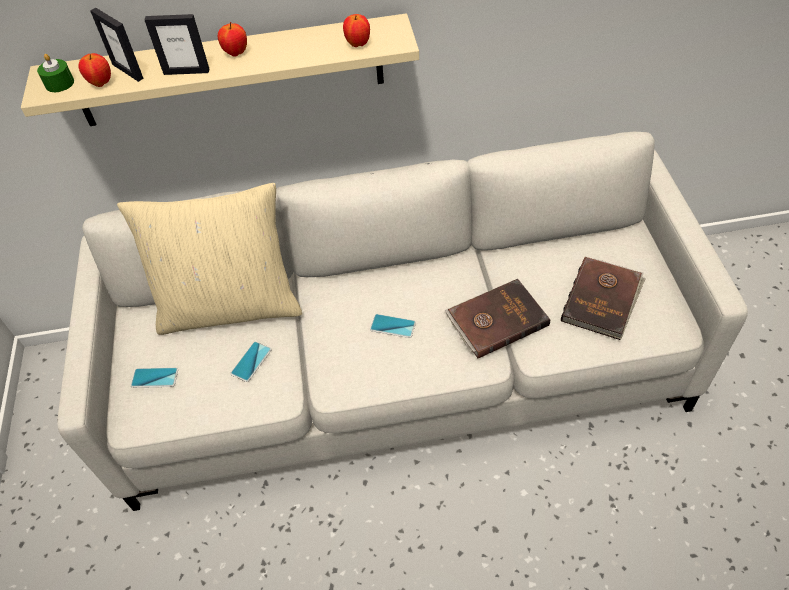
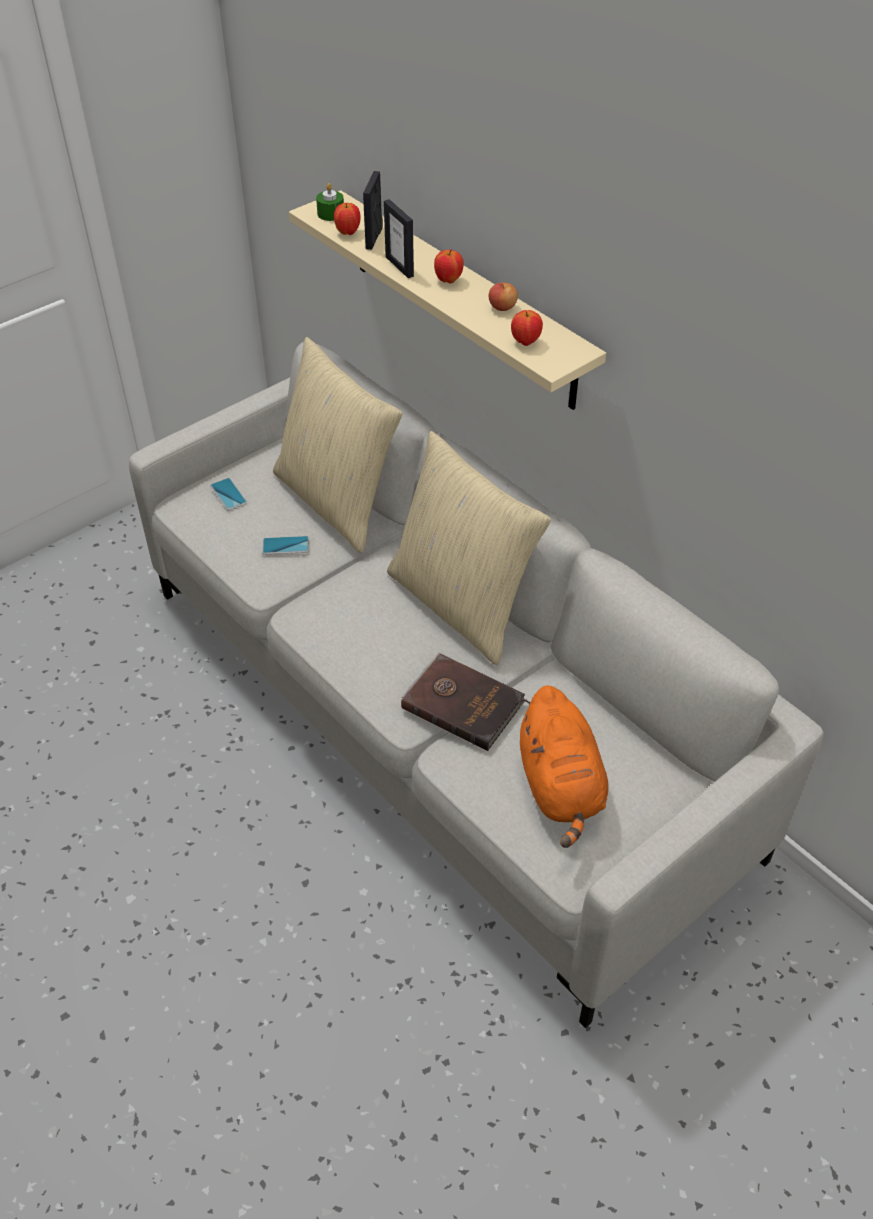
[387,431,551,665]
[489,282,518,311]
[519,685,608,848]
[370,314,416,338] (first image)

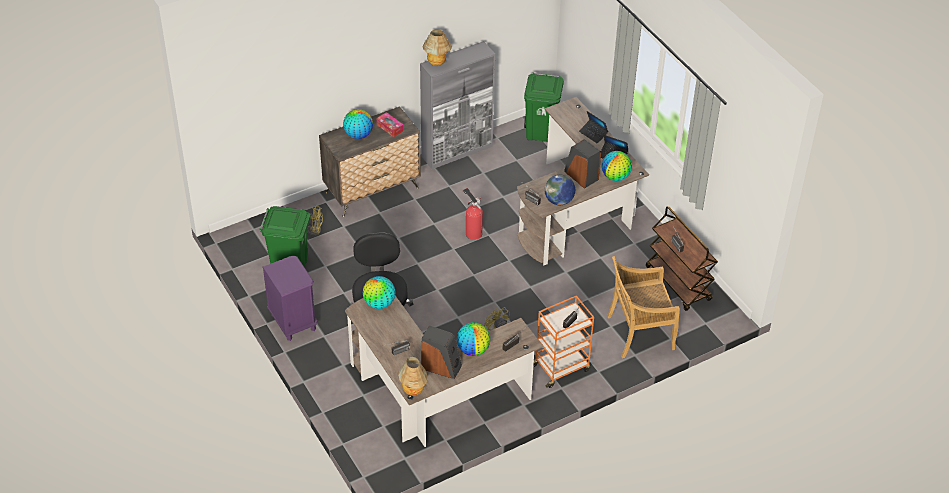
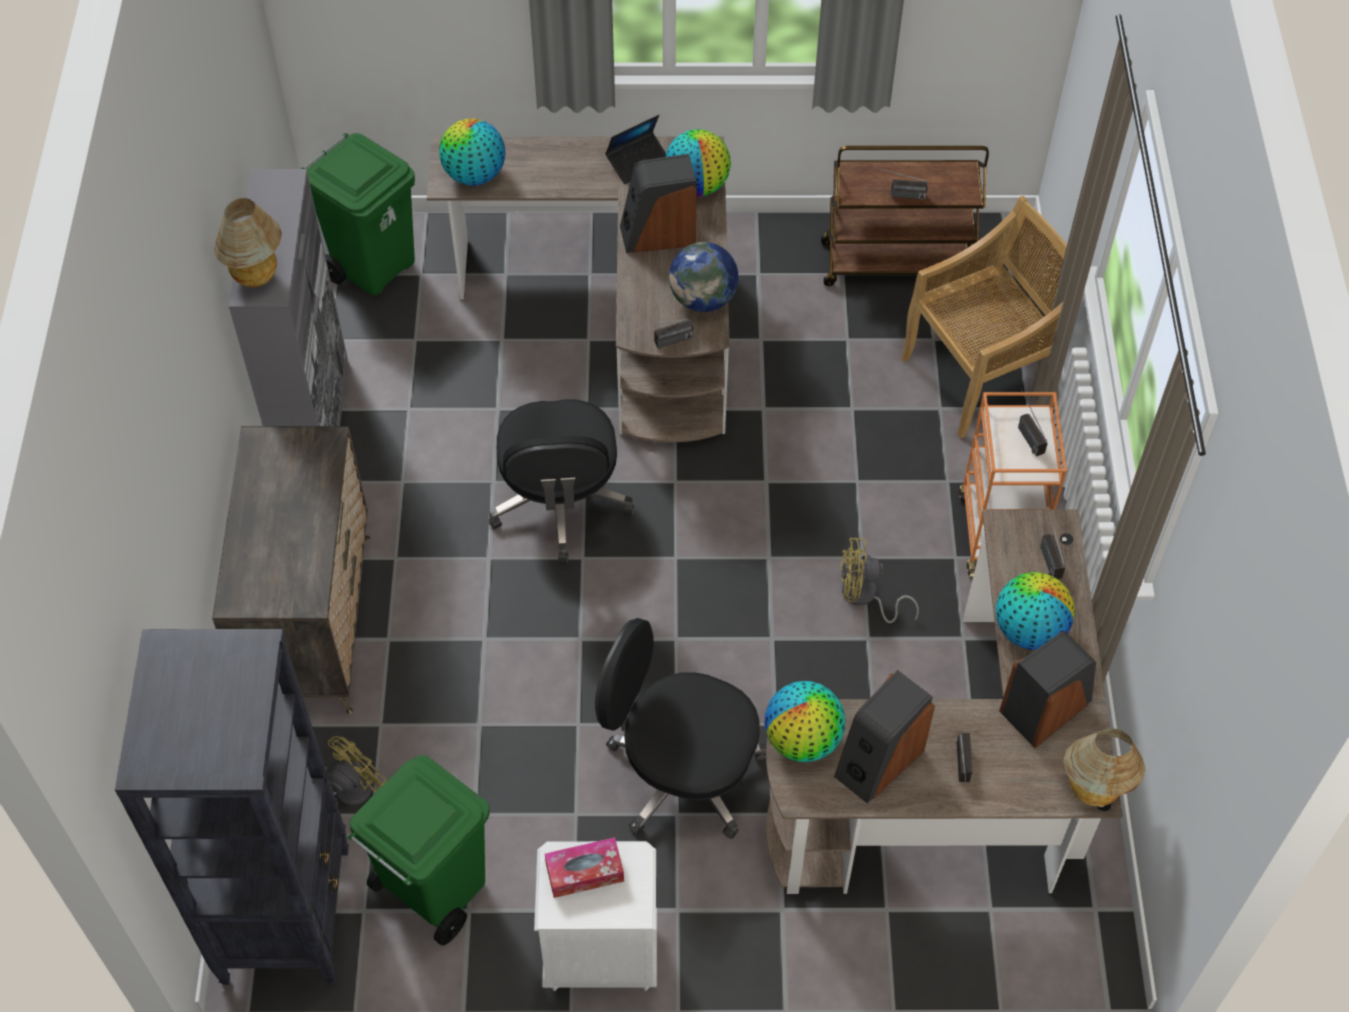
[115,629,349,985]
[439,118,505,186]
[488,399,635,565]
[534,841,657,991]
[545,837,624,898]
[834,670,935,804]
[901,196,1084,439]
[579,111,608,143] (first image)

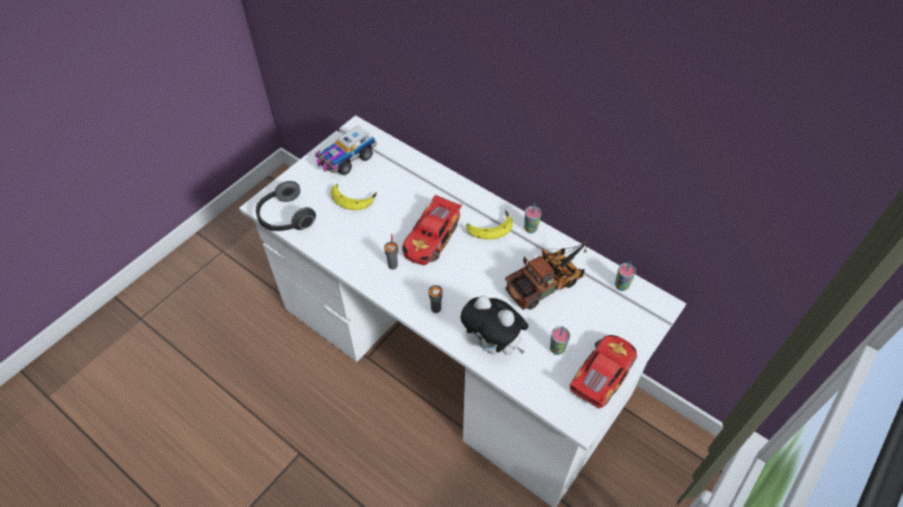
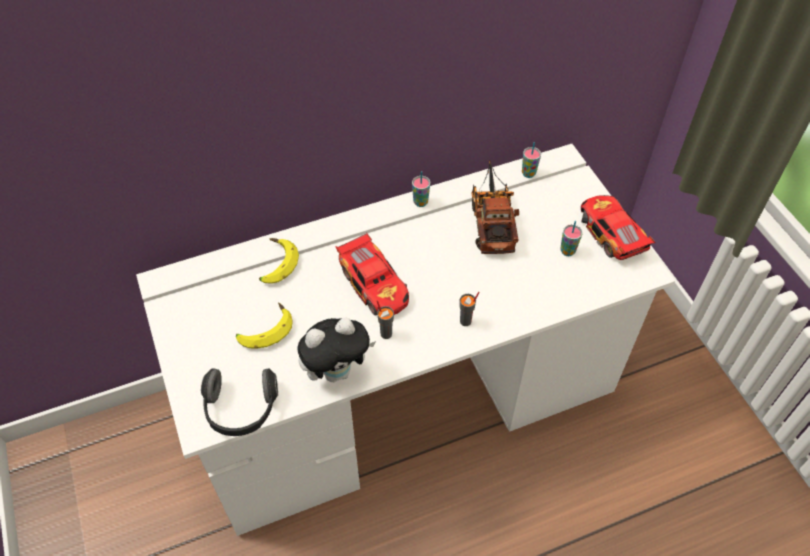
[259,238,299,283]
[298,317,376,382]
[315,125,377,175] (first image)

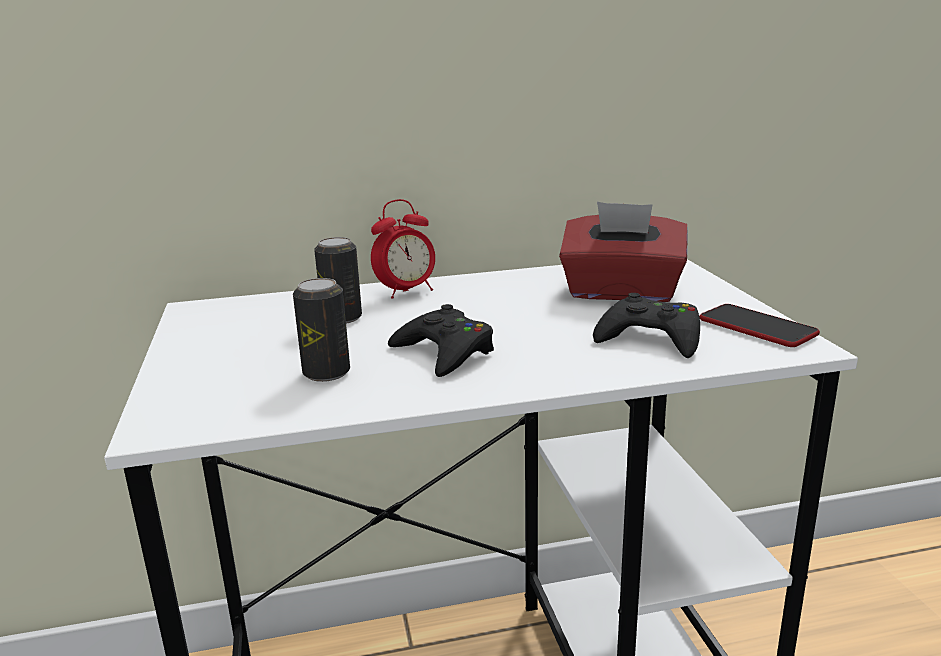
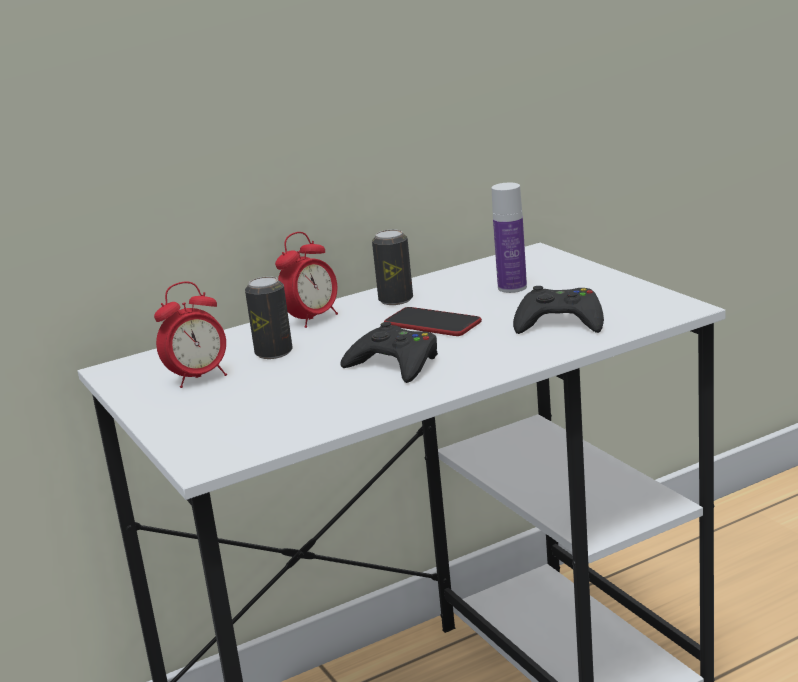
[154,282,227,388]
[372,229,413,305]
[384,307,482,336]
[492,183,527,293]

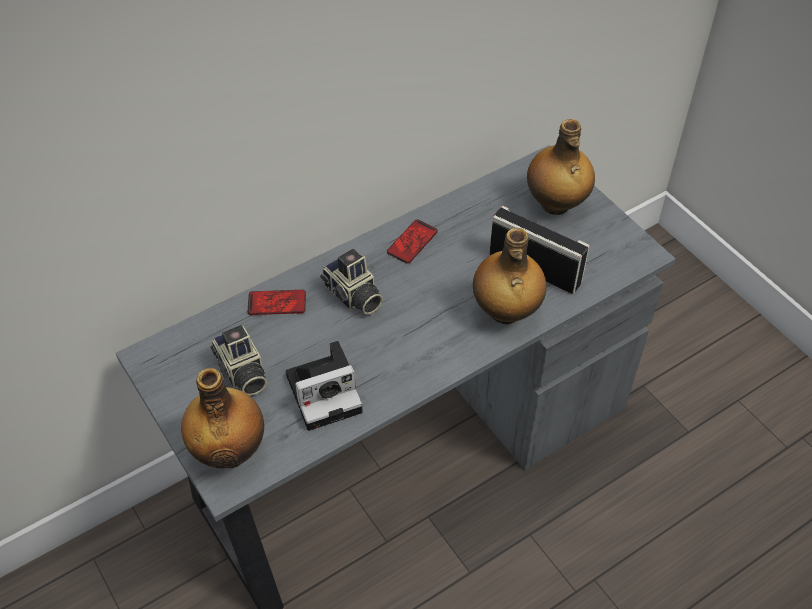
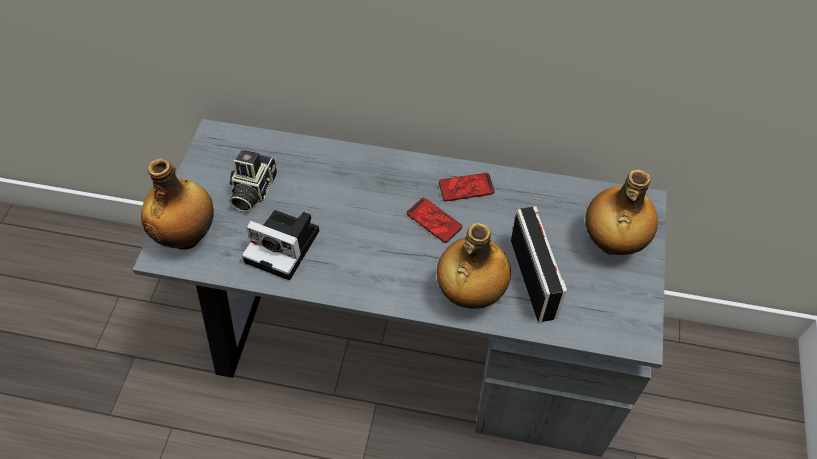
[407,198,462,243]
[320,249,383,315] (first image)

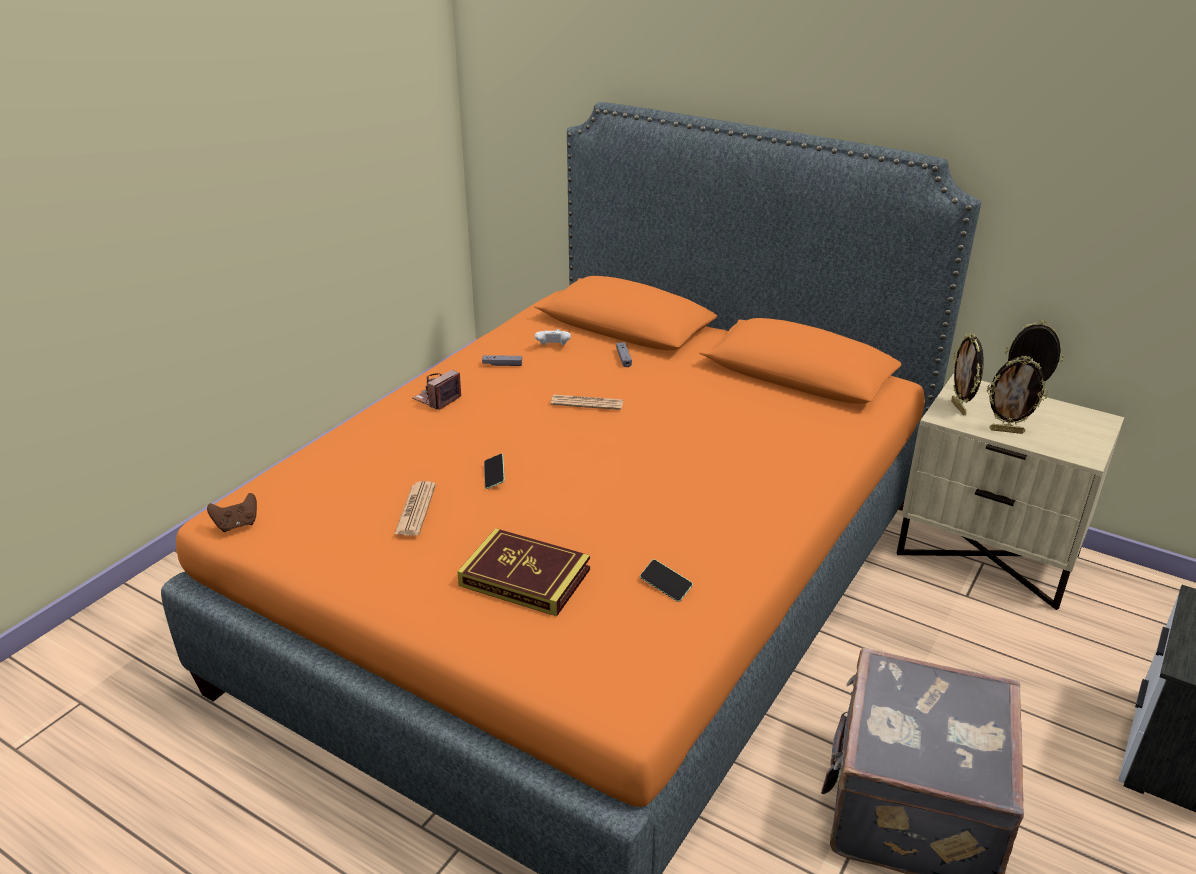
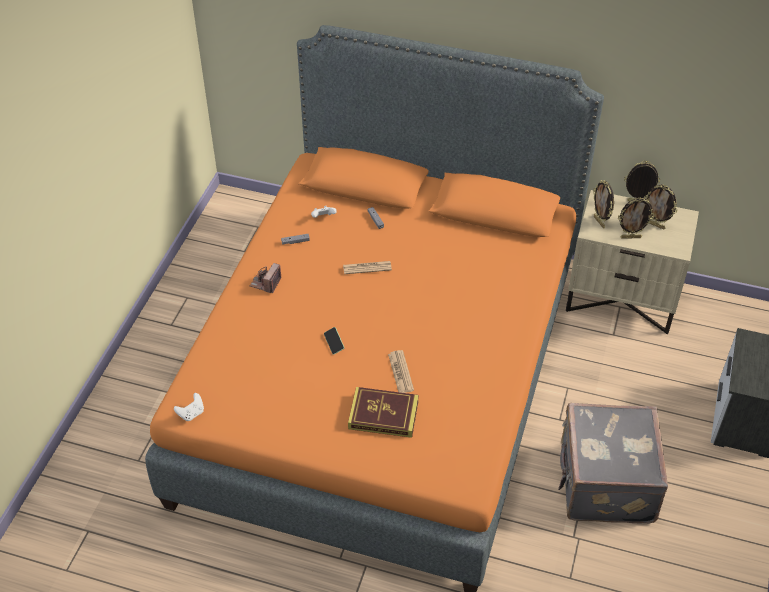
[174,393,204,421]
[388,350,414,393]
[644,185,678,230]
[640,559,693,602] (first image)

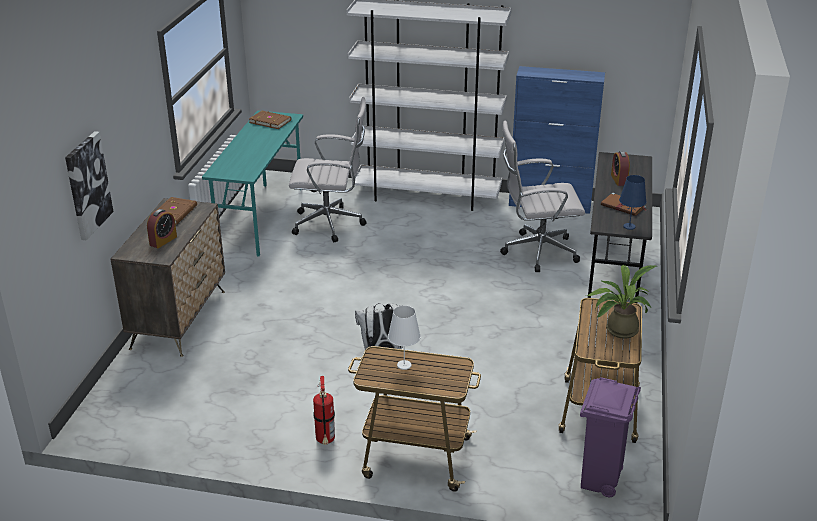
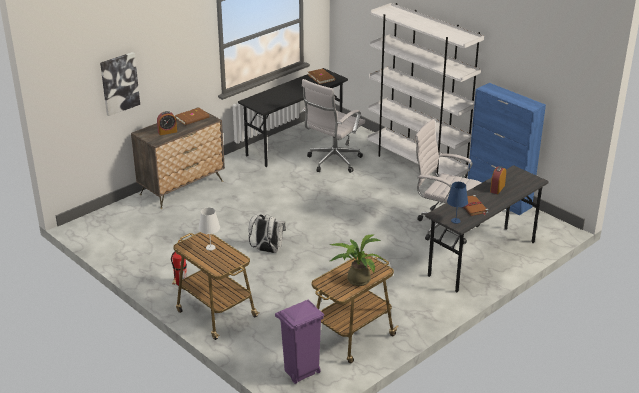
[238,68,348,167]
[302,79,365,173]

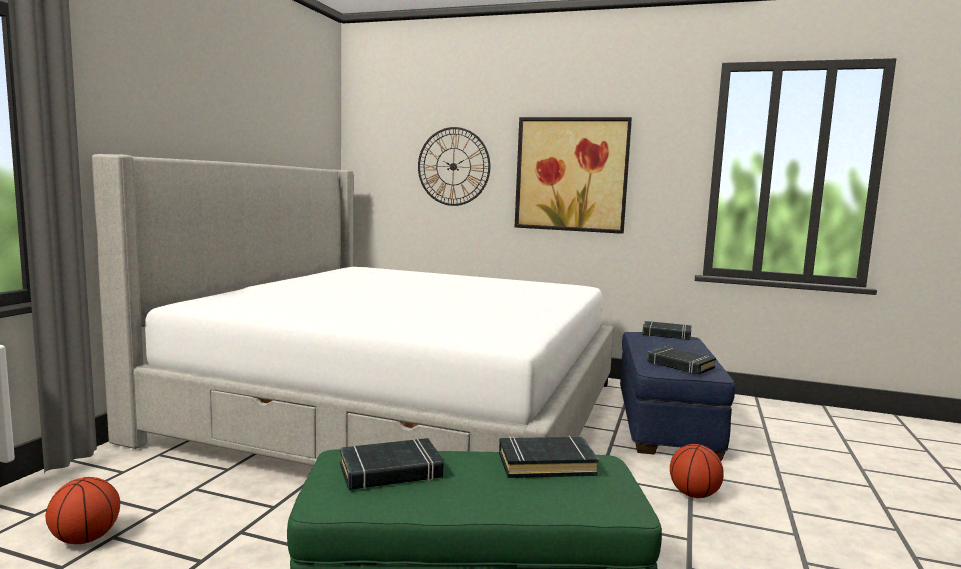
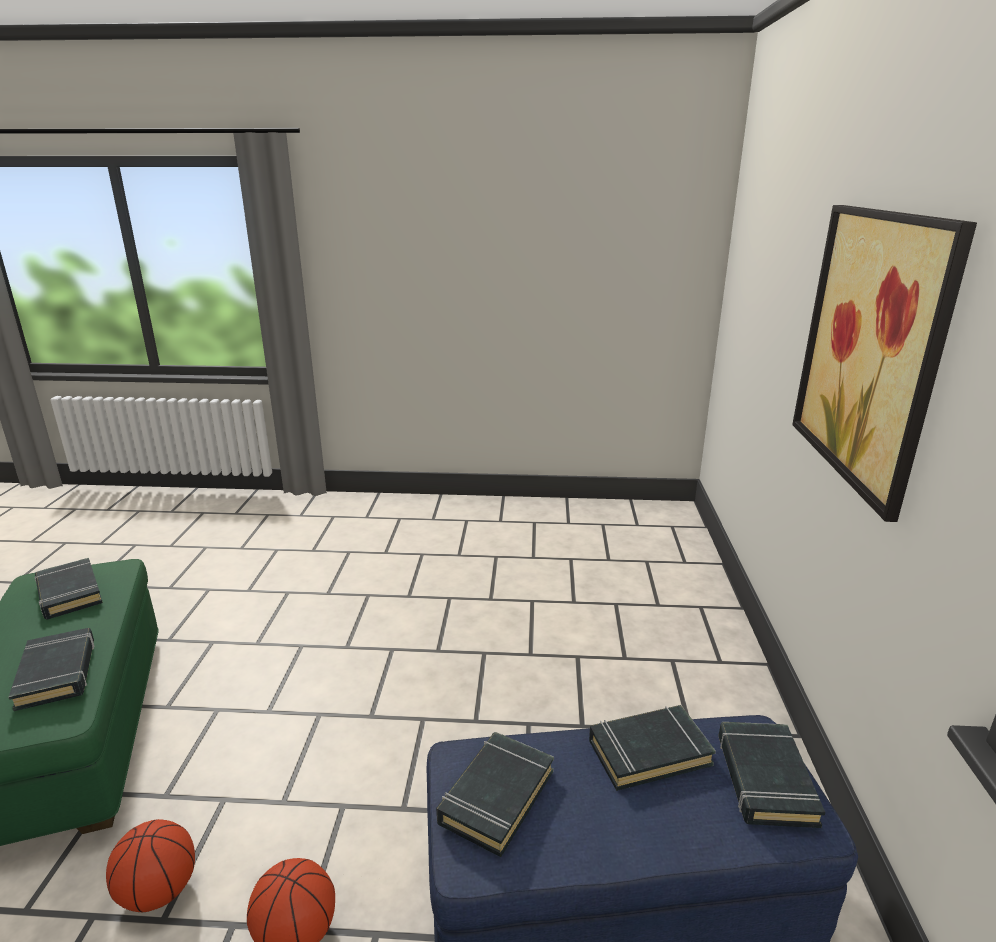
[106,819,195,912]
[589,705,716,791]
[92,154,614,466] (first image)
[418,127,490,206] (first image)

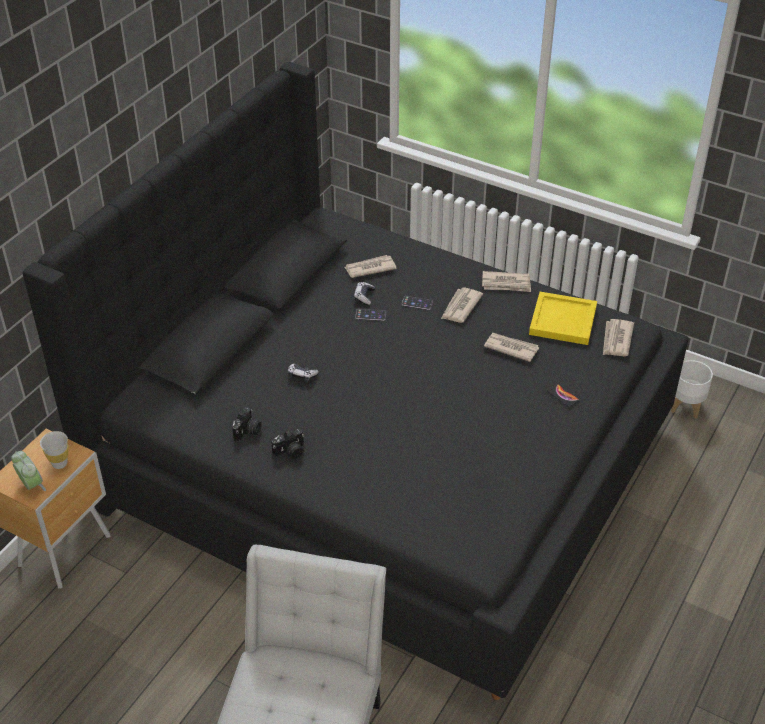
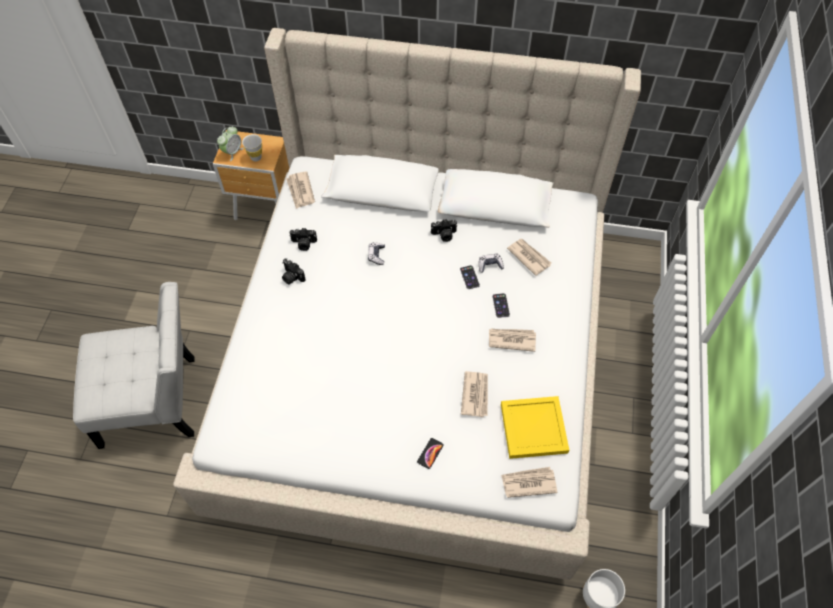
[173,28,641,580]
[286,171,315,209]
[431,219,457,242]

